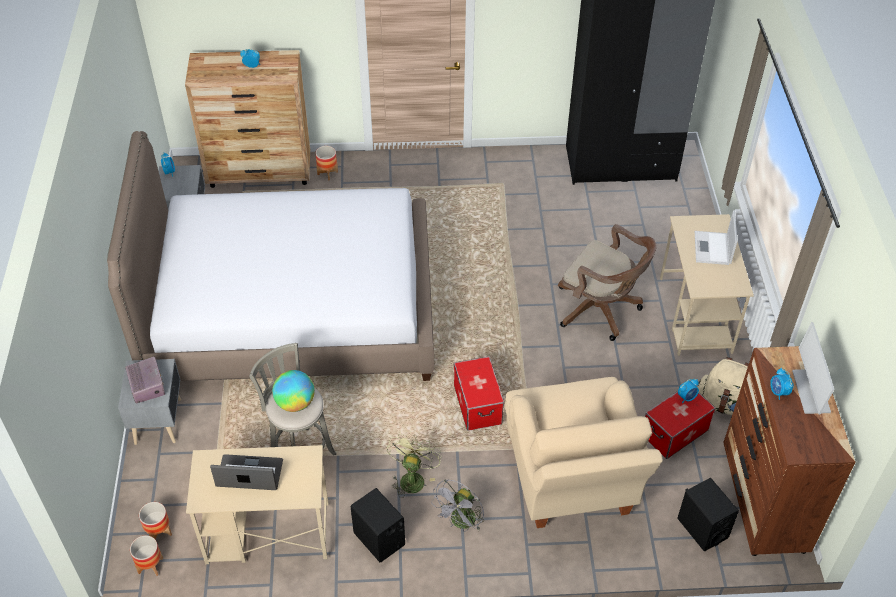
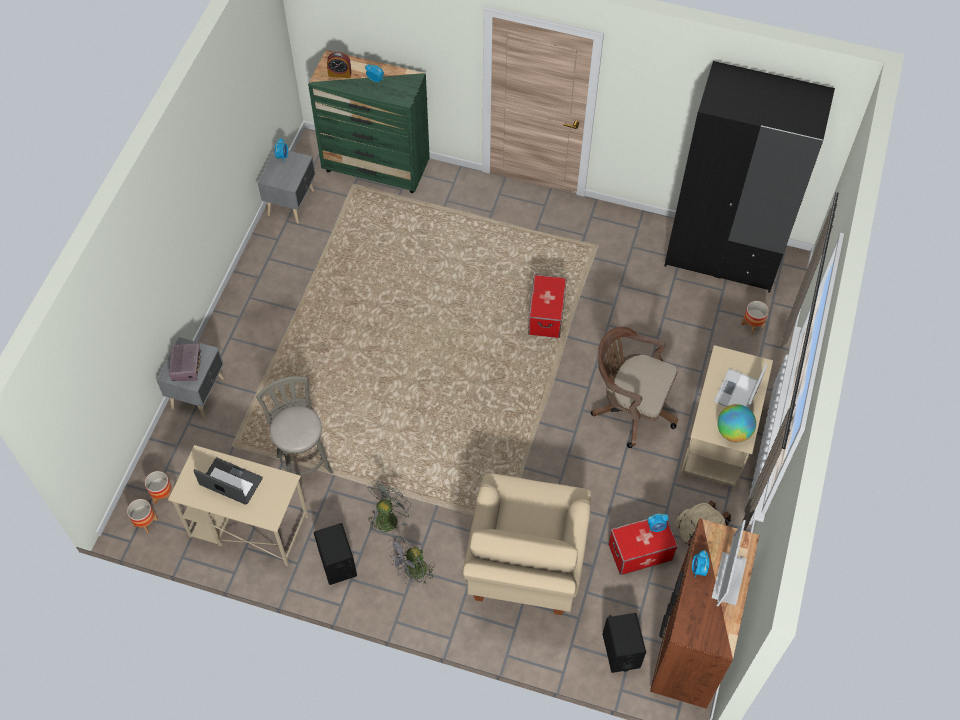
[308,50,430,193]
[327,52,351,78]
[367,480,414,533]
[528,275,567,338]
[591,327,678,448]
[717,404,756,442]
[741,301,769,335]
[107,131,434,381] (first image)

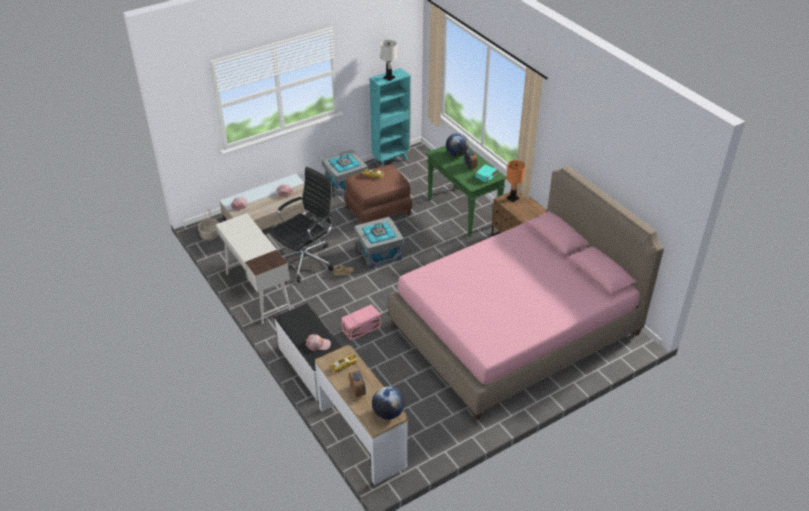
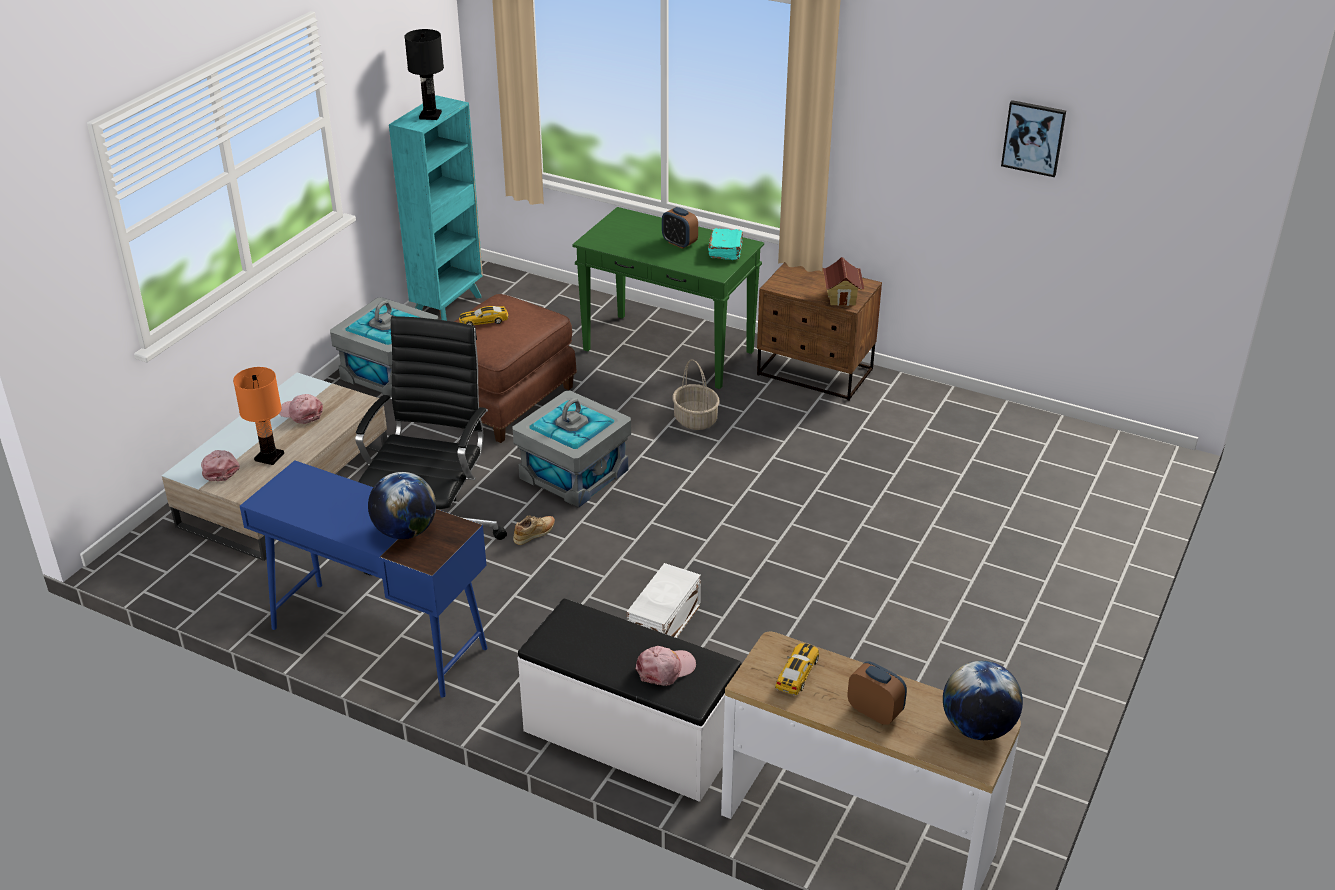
[233,367,284,465]
[240,460,487,697]
[368,472,436,539]
[404,29,444,120]
[627,563,701,638]
[672,359,720,430]
[823,257,864,306]
[1001,100,1066,177]
[389,166,664,420] (first image)

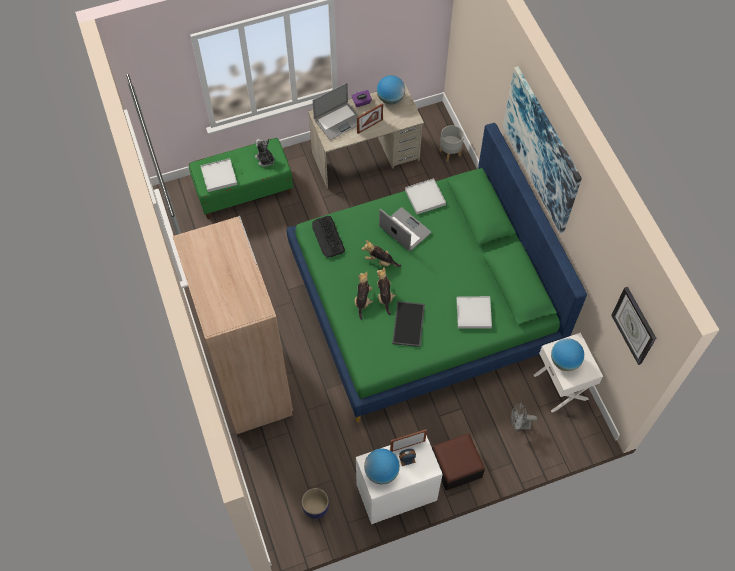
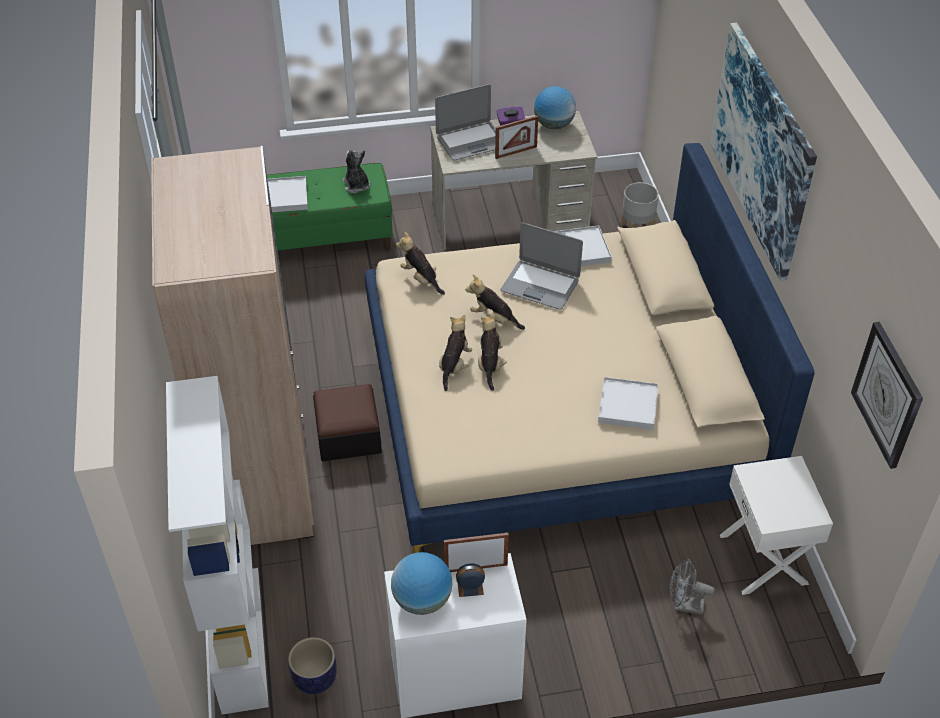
[166,376,269,715]
[313,384,382,461]
[365,143,815,553]
[396,232,445,295]
[500,223,583,310]
[392,301,425,347] (first image)
[551,338,584,371] (first image)

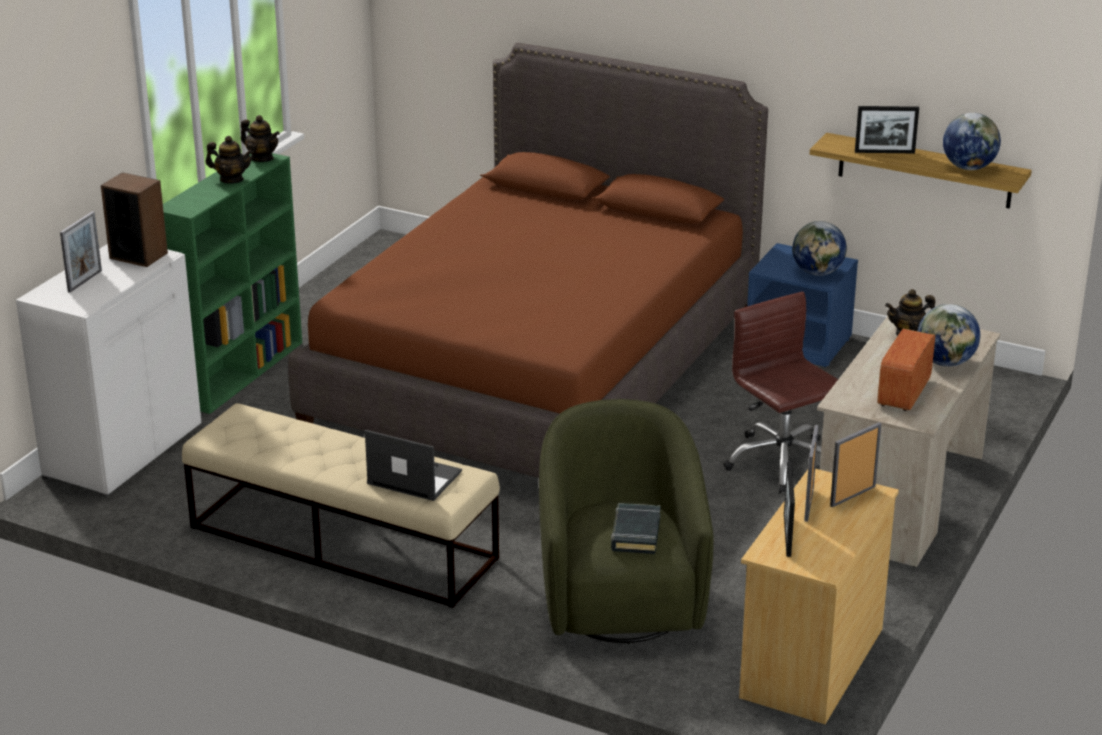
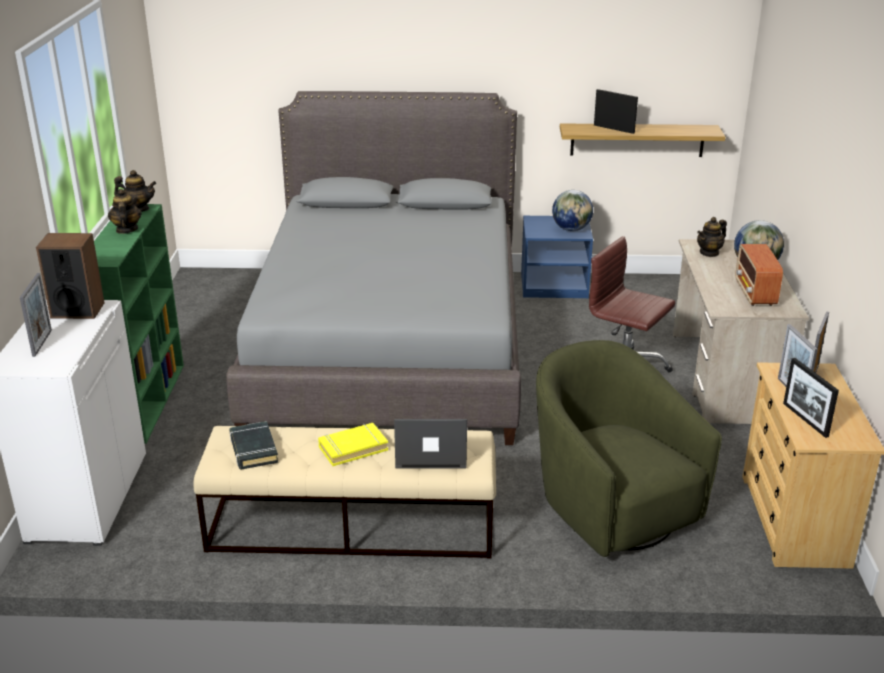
[108,189,142,234]
[226,91,521,445]
[229,421,278,470]
[318,423,388,466]
[594,89,638,134]
[943,113,1001,170] (first image)

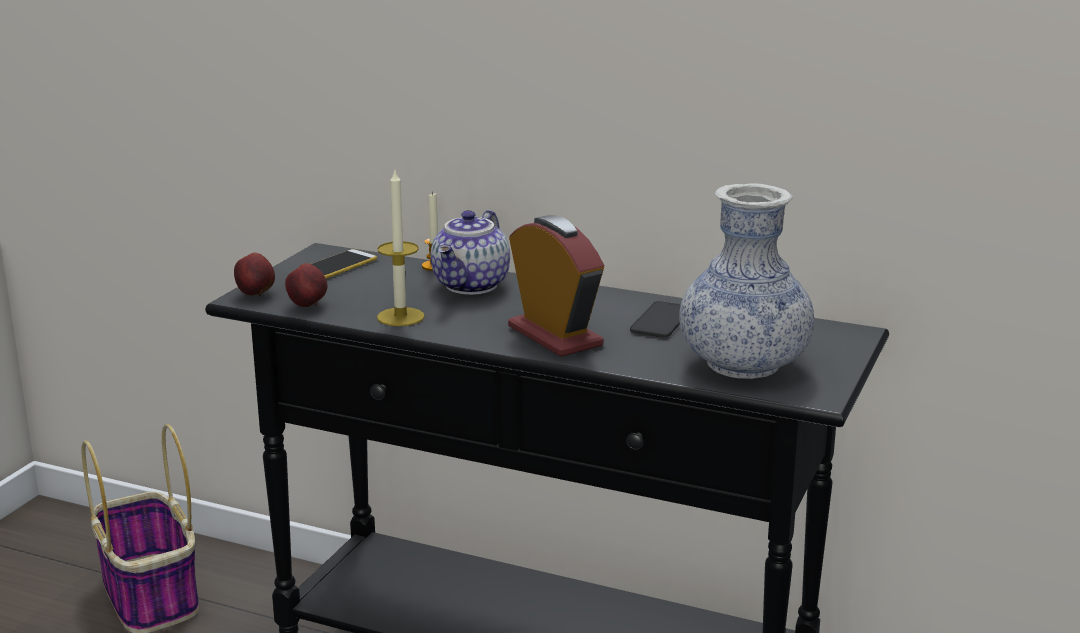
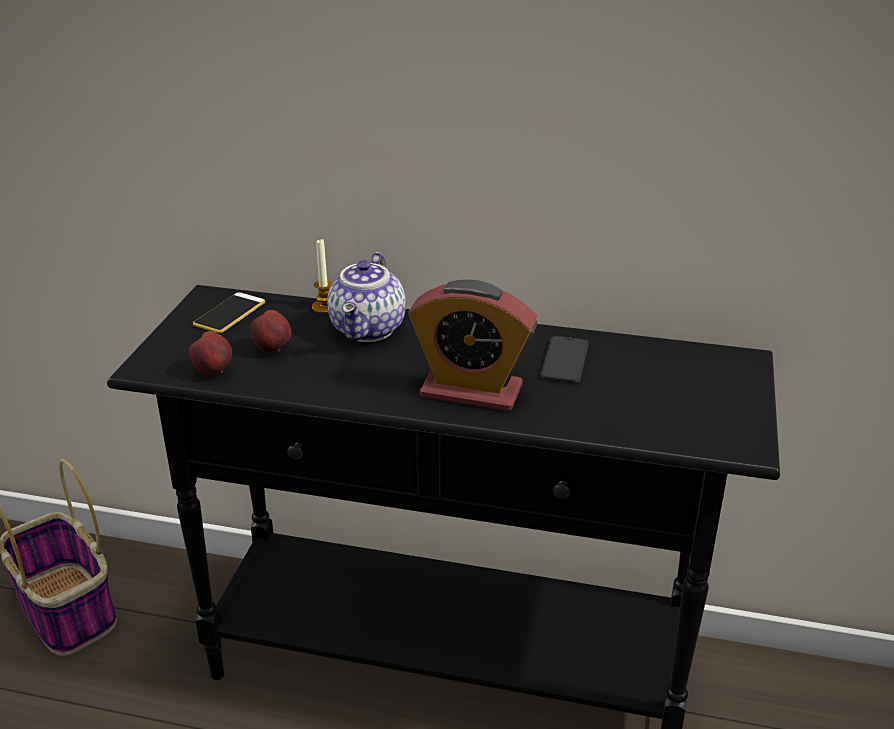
[251,310,291,352]
[408,280,538,411]
[377,168,425,326] (first image)
[679,183,814,379] (first image)

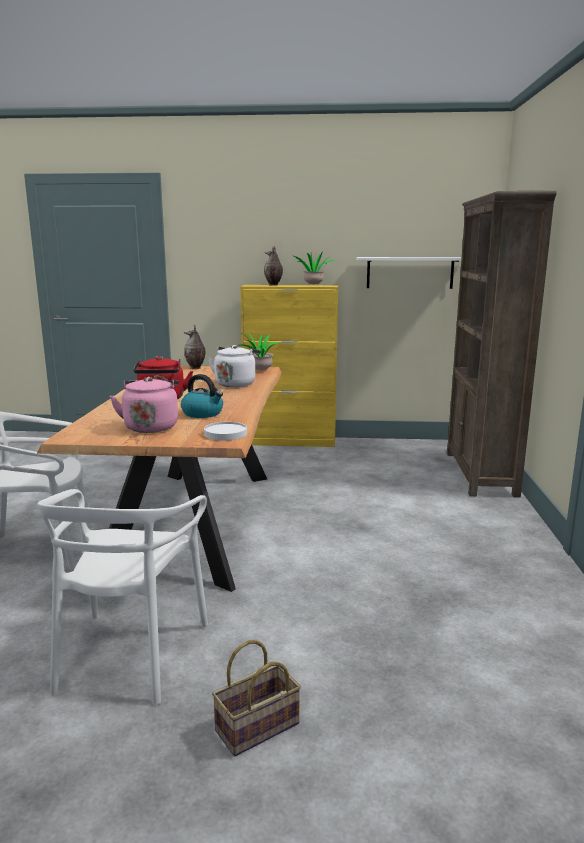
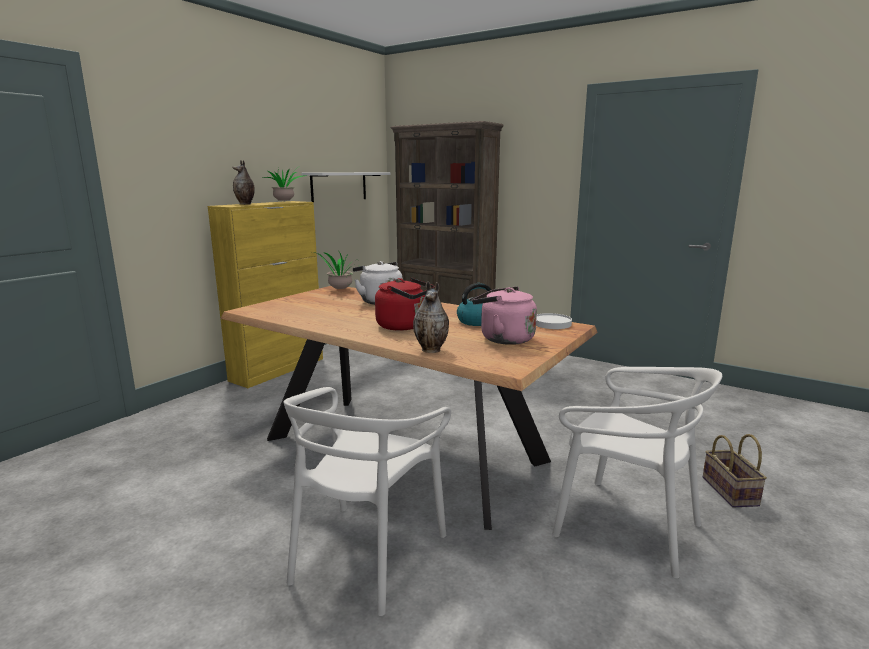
[413,281,449,353]

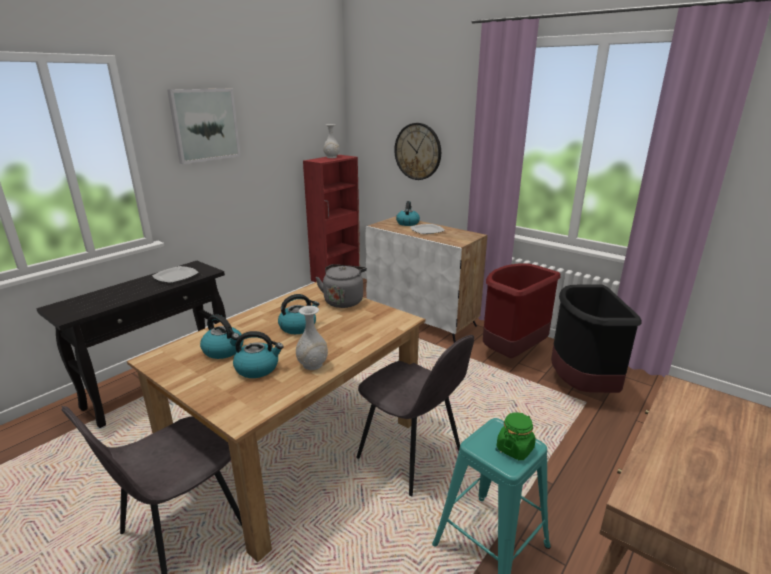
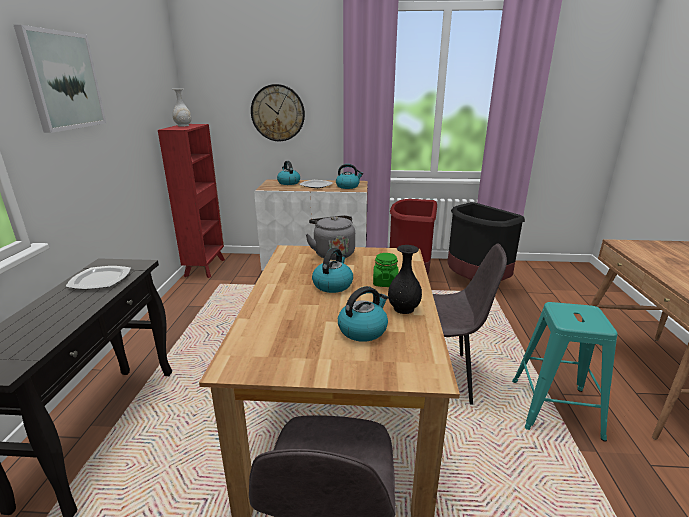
[336,164,363,189]
[373,253,398,287]
[388,245,422,314]

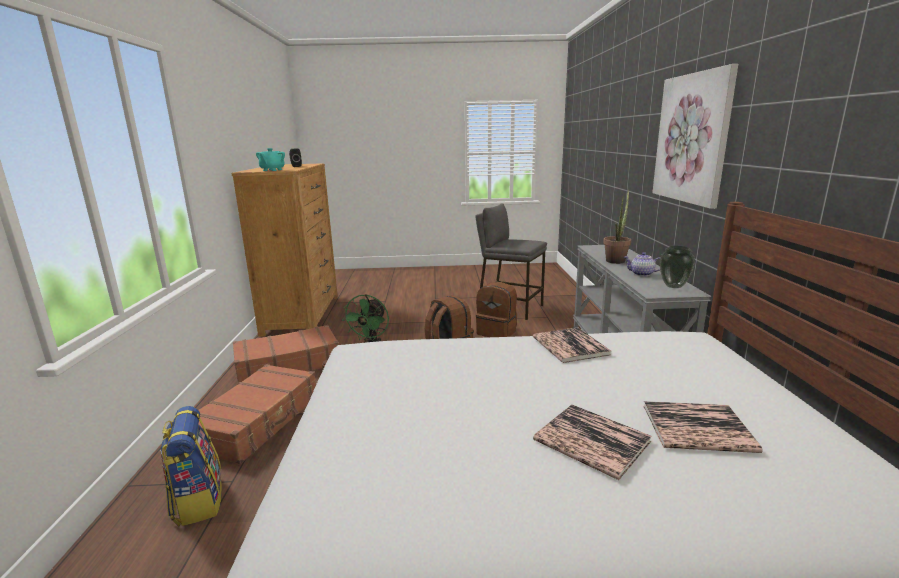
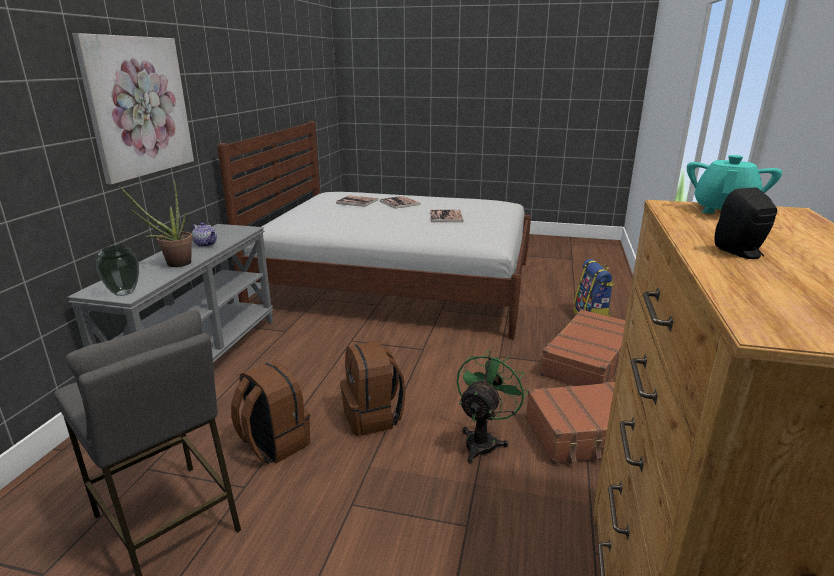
[96,245,139,296]
[430,210,464,222]

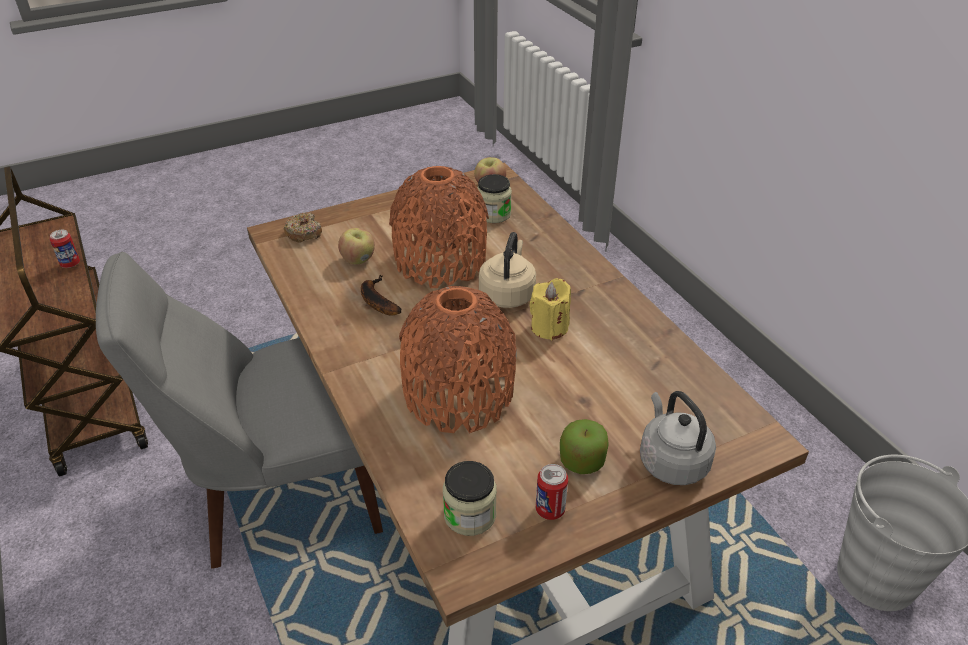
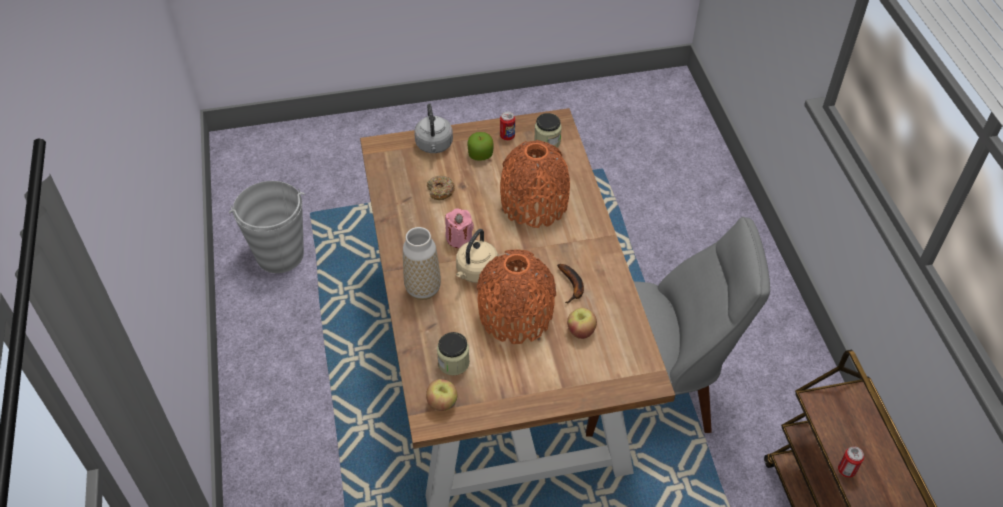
[403,227,441,300]
[427,176,455,200]
[445,208,474,248]

